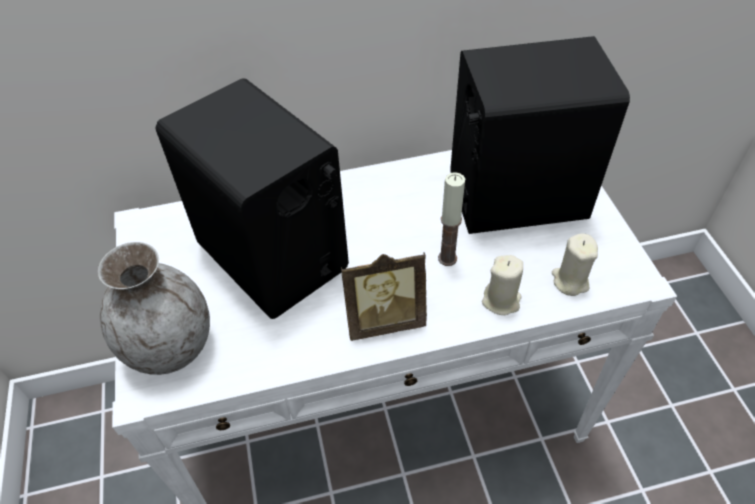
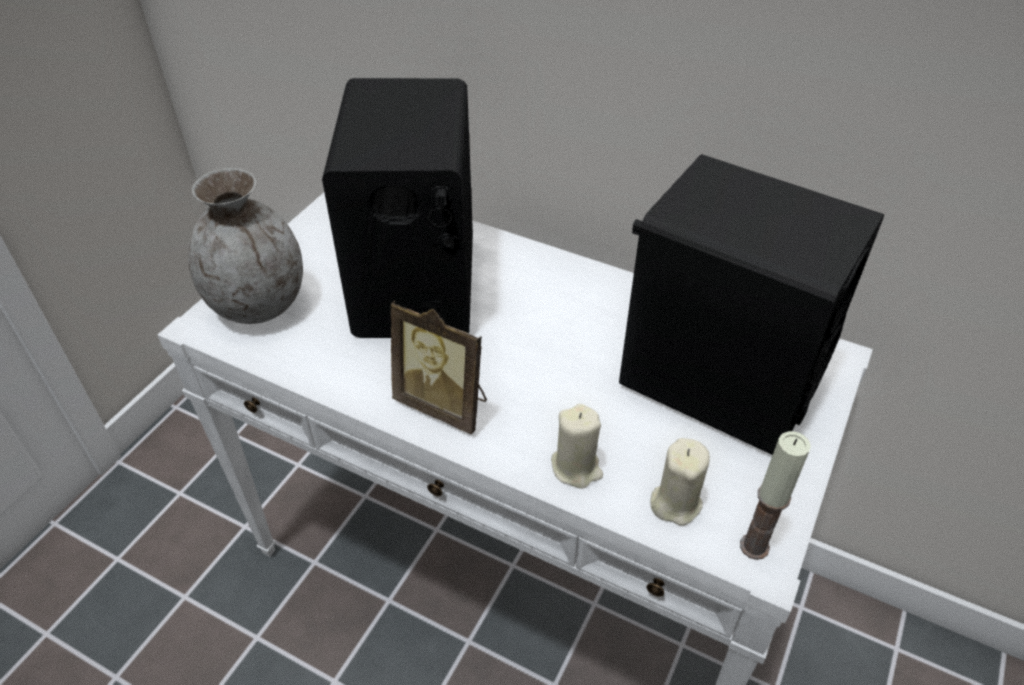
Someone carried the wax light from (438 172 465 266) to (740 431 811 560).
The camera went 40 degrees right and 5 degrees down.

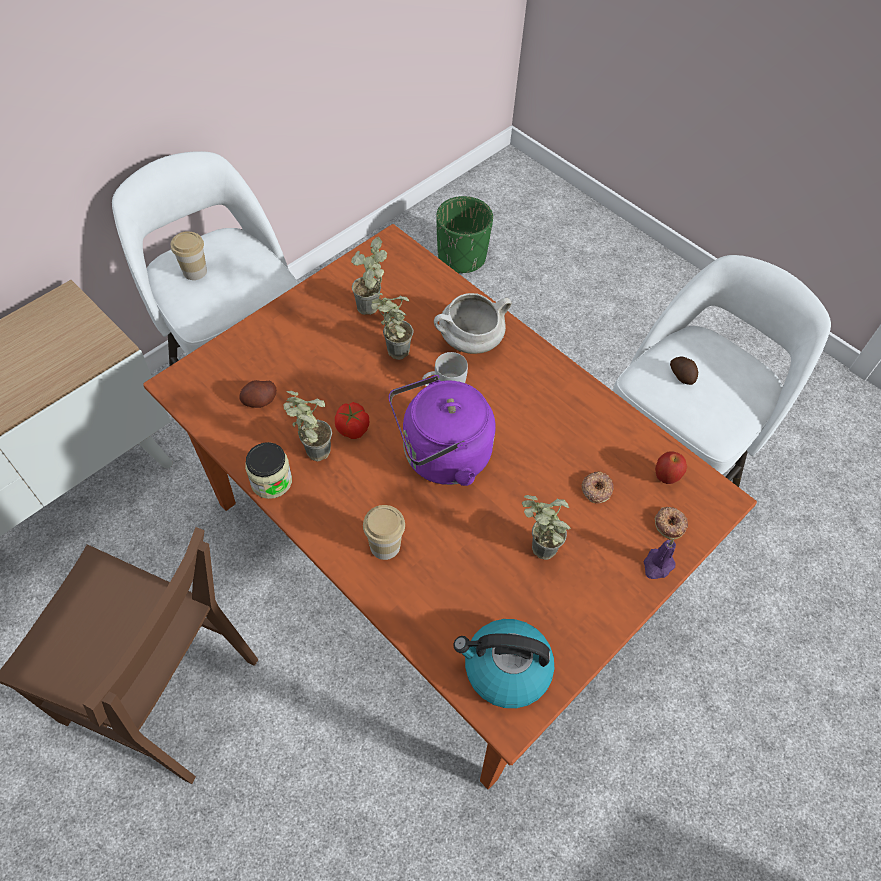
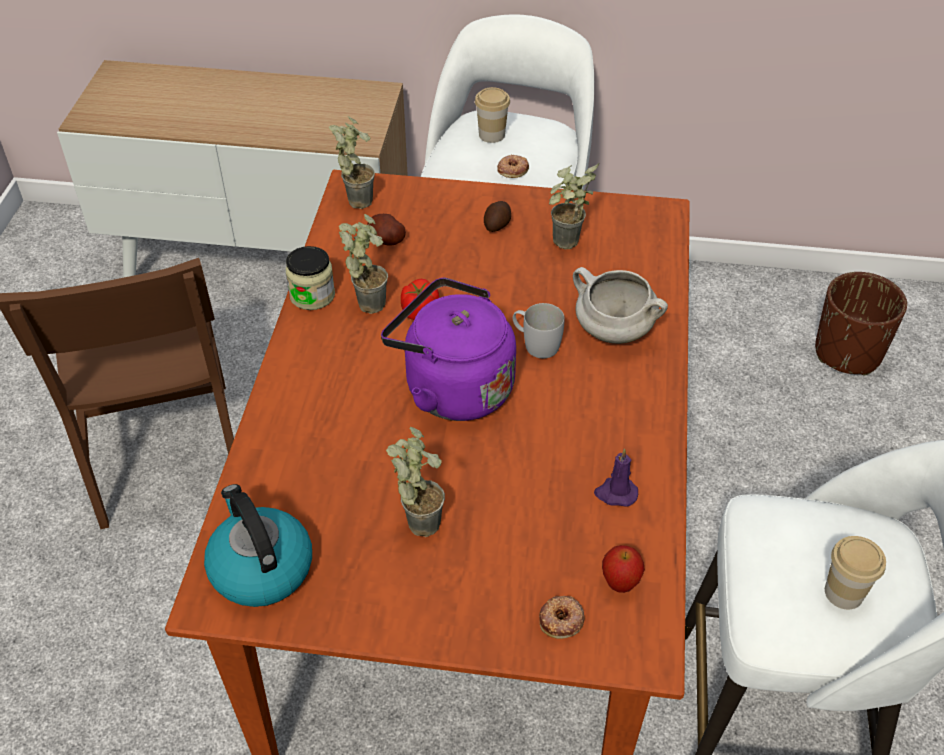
Someone carried the small cup from (363 505 405 560) to (825 536 886 609).
Someone carried the houseplant from (371 293 414 360) to (328 116 375 209).
Someone carried the ring doughnut from (582 471 614 503) to (497 154 529 178).
Someone carried the purplish wax light from (644 539 676 579) to (594 448 638 507).
Someone carried the spud from (670 356 698 385) to (484 201 511 232).
Someone repainted the green flower pot at (436 196 493 274), which became the brown flower pot at (815 272 907 376).
The camera went 55 degrees right and 10 degrees down.

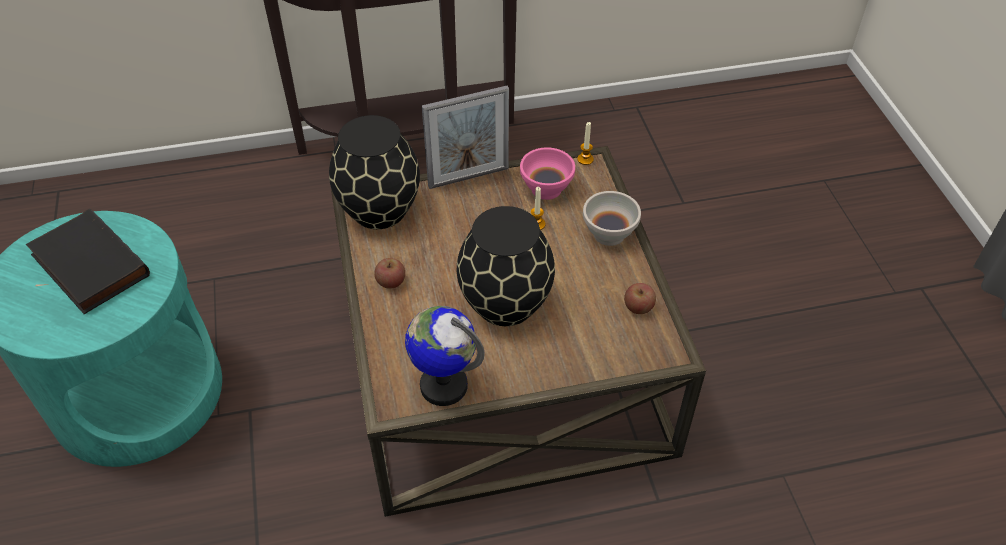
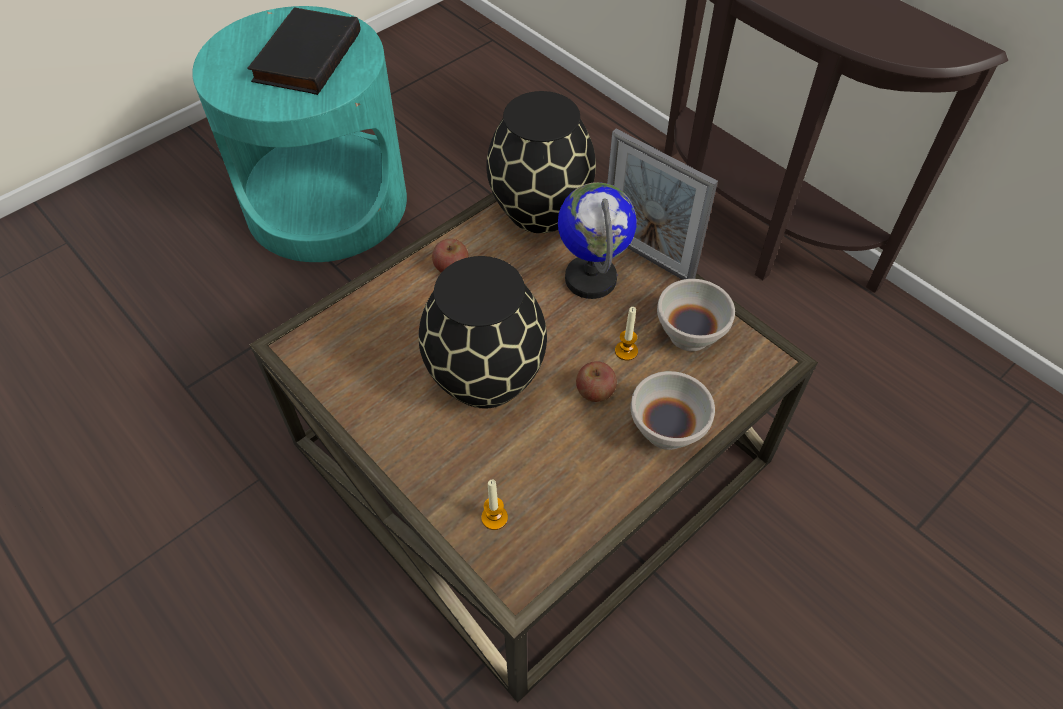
Someone carried the desk globe from (405 306 484 406) to (558 182 637 299).
Someone carried the wax light from (577 122 594 165) to (481 480 508 530).
Someone carried the apple fruit from (624 283 656 314) to (576 361 617 402).
Someone repainted the pink deep dish at (520 147 575 200), which became the white deep dish at (657 279 735 351).
The camera went 60 degrees right and 5 degrees up.

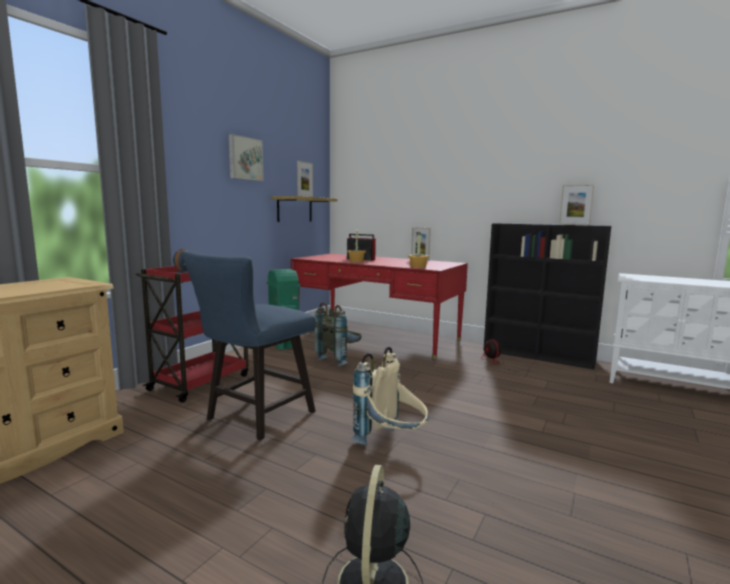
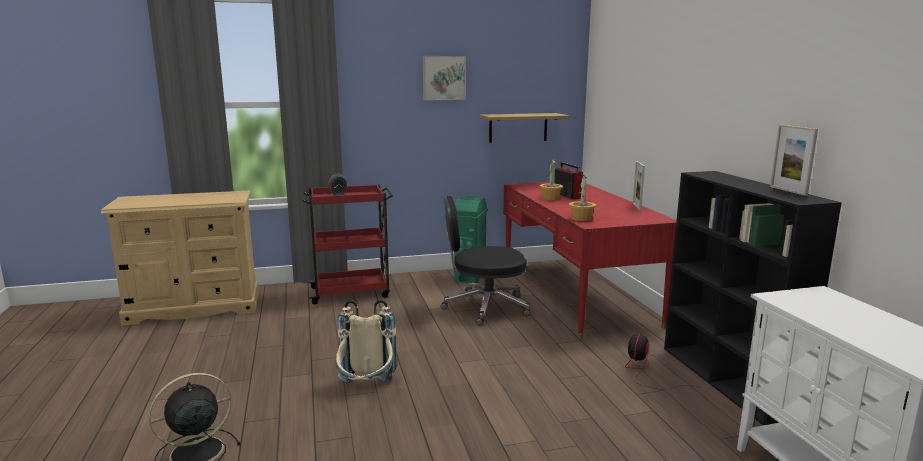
Someone took away the bluish plain chair at (182 251 316 440).
Someone took away the standing frame at (297 161 313 197).
Someone swapped the gray backpack at (315 302 362 367) for the black computer chair at (440 196 531 326).
The camera went 45 degrees right and 5 degrees up.

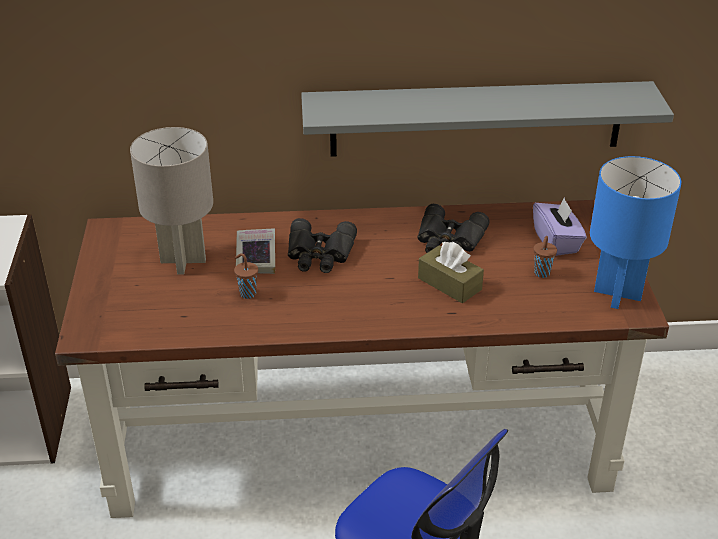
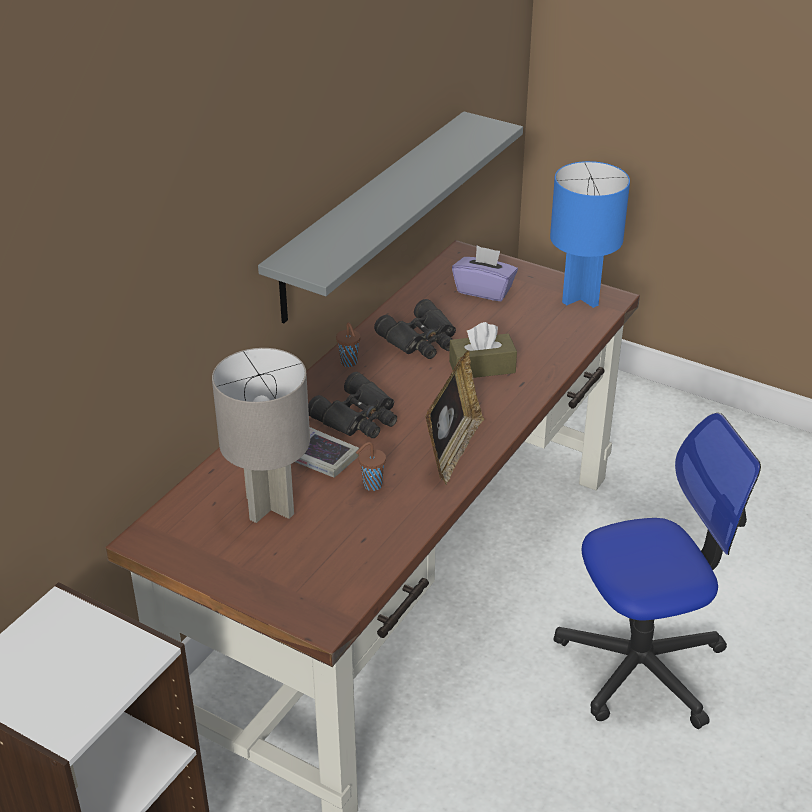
Someone put down the standing frame at (425 351 484 485).
Someone carried the brown small cup from (533 236 557 278) to (336 322 361 367).
The camera went 55 degrees left and 0 degrees up.

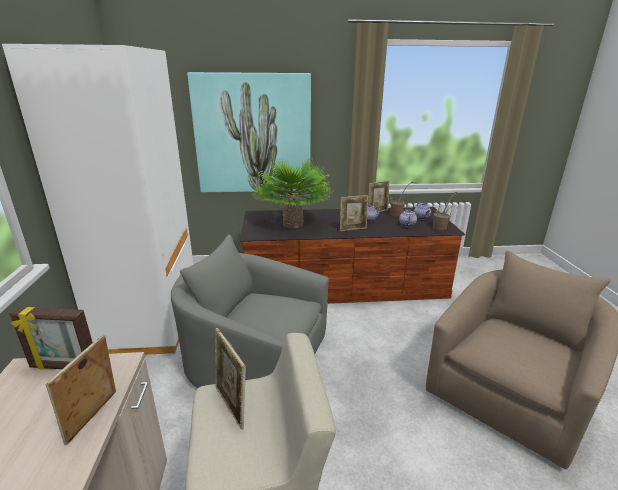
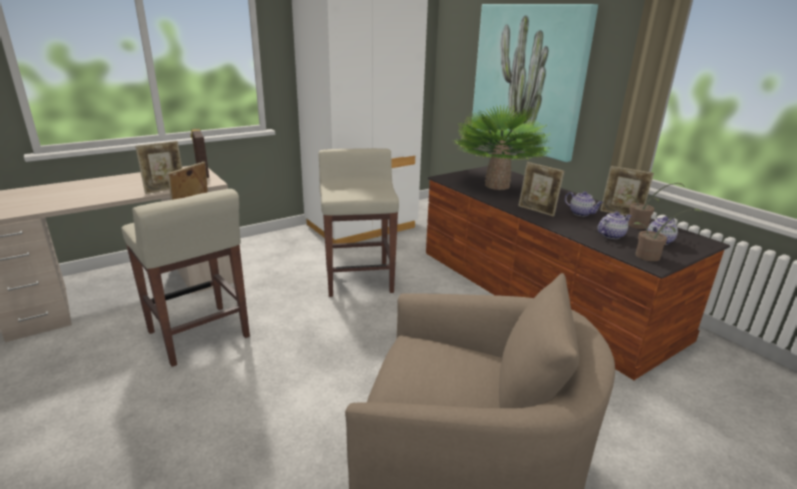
Someone swapped the gray lounge chair at (171 234 329 388) for the sand-coloured stool seat at (318 148 399 297).
Someone rotated the standing frame at (45 335 116 445) by 150 degrees clockwise.
The camera went 60 degrees right and 0 degrees up.

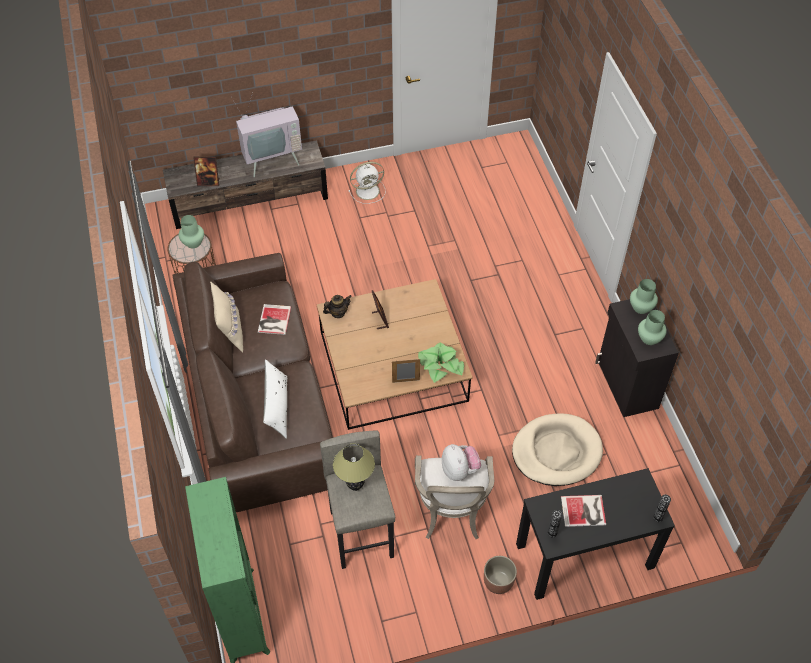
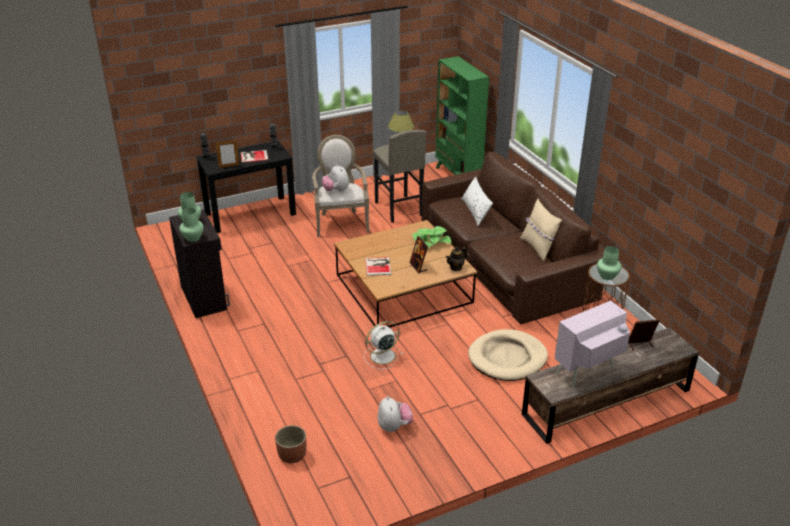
Someone put down the plush toy at (378 396 413 432).
Someone carried the bound book from (258 304 291 335) to (365 257 391 276).
Someone carried the white cooling fan from (349 162 386 204) to (364 321 403 370).
Someone carried the standing frame from (392 359 420 383) to (216 140 239 168).
Someone carried the houseplant from (418 342 464 383) to (412 226 451 248).
Someone carried the flower pot from (484 556 517 594) to (275 425 306 463).
Someone carried the sand-coloured dog bed from (512 413 603 486) to (468 329 548 381).
The camera went 170 degrees right and 20 degrees down.

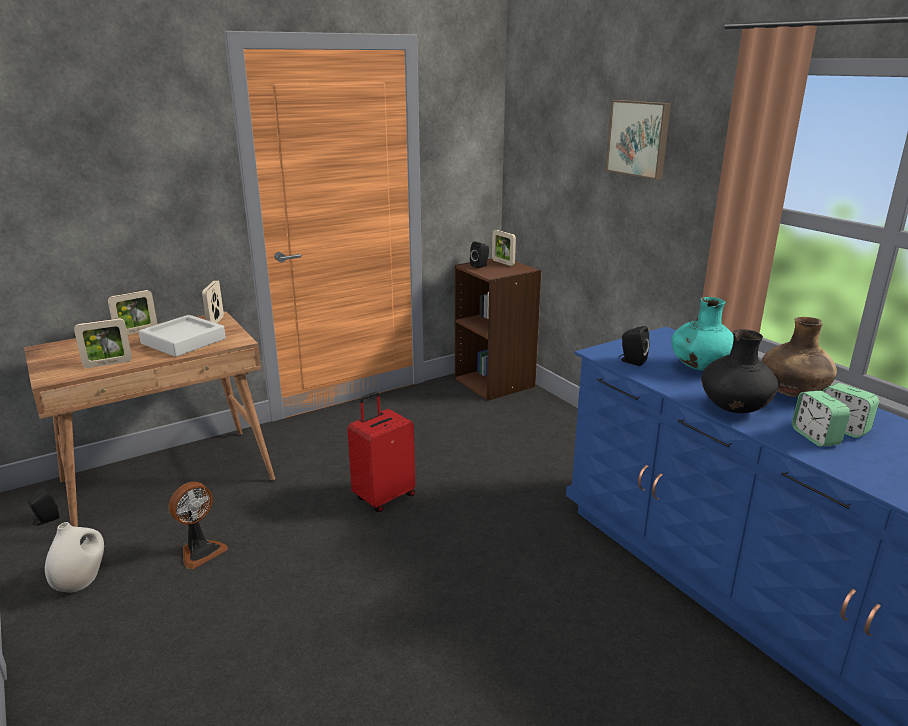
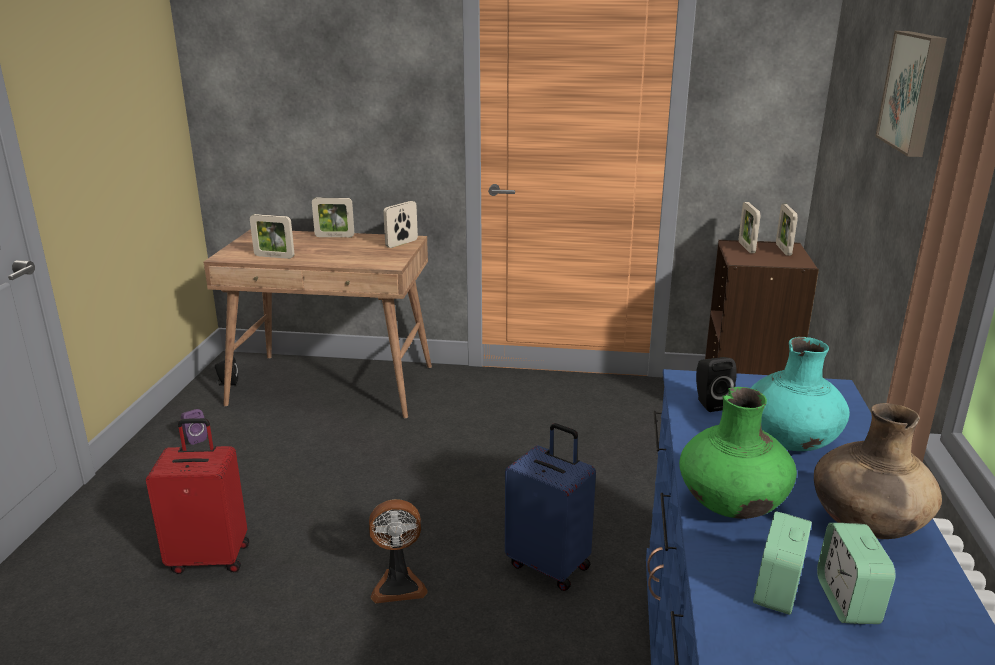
Someone took away the gray serving tray at (138 315 226 357).
Someone put down the bluish suitcase at (505 423 596 591).
Someone carried the cooling fan from (169 482 228 569) to (369 499 428 603).
Someone carried the red suitcase from (347 391 415 512) to (146 418 249 574).
Someone swapped the white flower vase at (45 522 104 592) for the purplish audio speaker at (181 409 207 445).
Someone swapped the black audio speaker at (470 241 489 268) for the standing frame at (739 202 761 253).
Someone repainted the black flower vase at (701 329 778 413), which became the green flower vase at (679 387 797 519).
The camera went 40 degrees right and 0 degrees up.

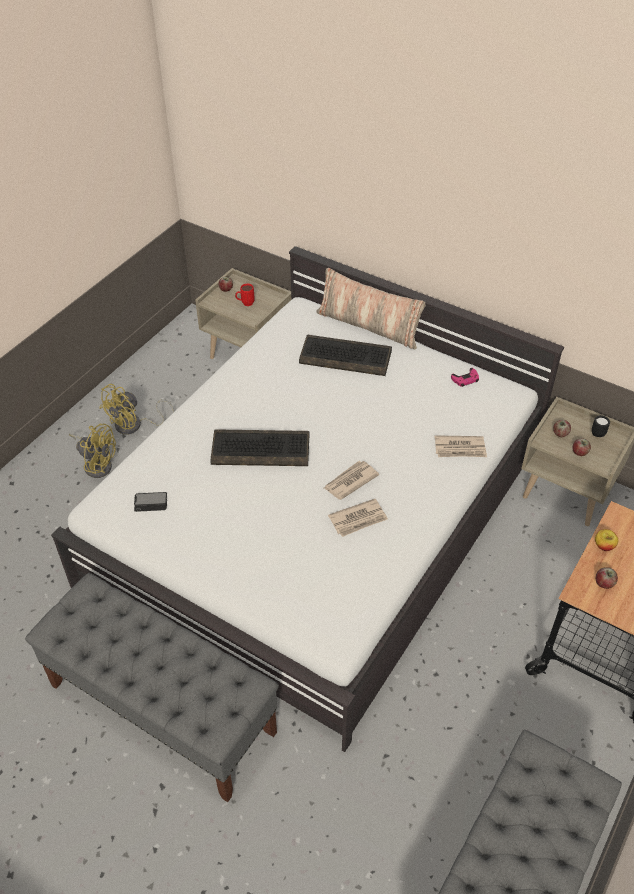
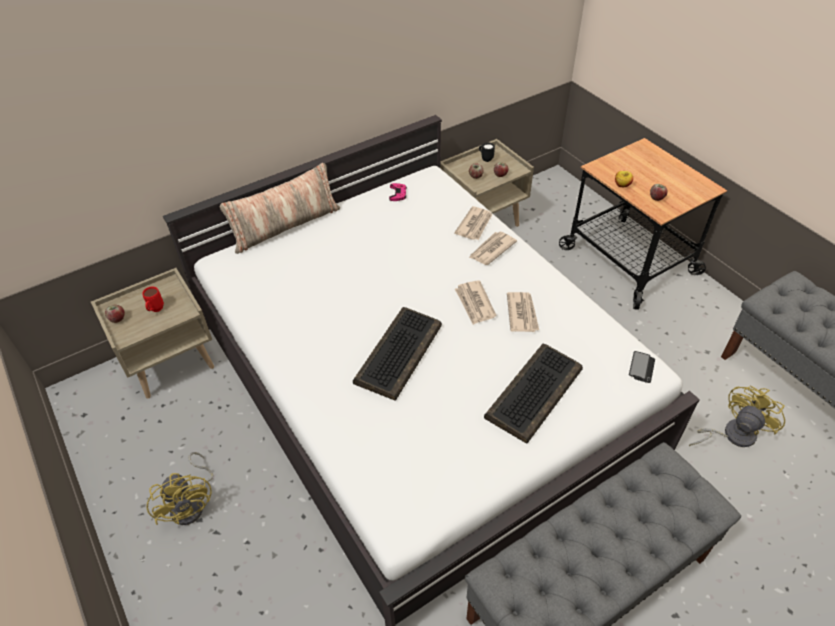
Someone put down the daily paper at (469 232 517 265).
Someone carried the yellow cooling fan from (69 424 116 478) to (689 386 785 447).
Someone carried the handset from (134 492 167 512) to (629 351 655 383).
Someone carried the computer keyboard from (299 335 392 376) to (484 344 583 444).
The camera went 65 degrees left and 0 degrees up.

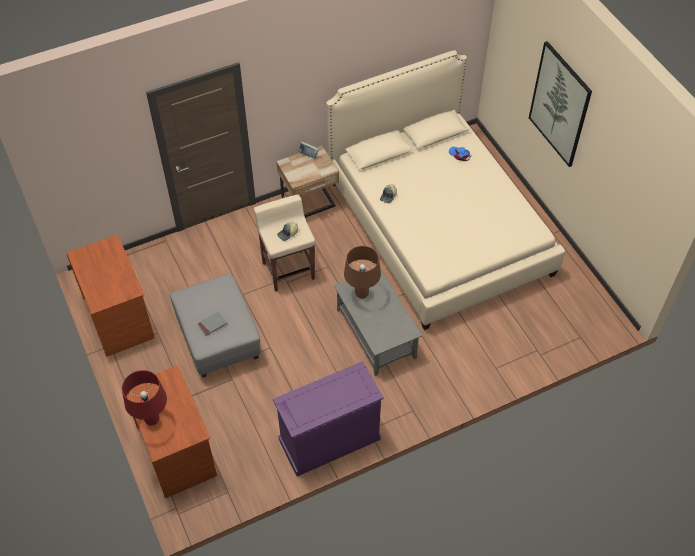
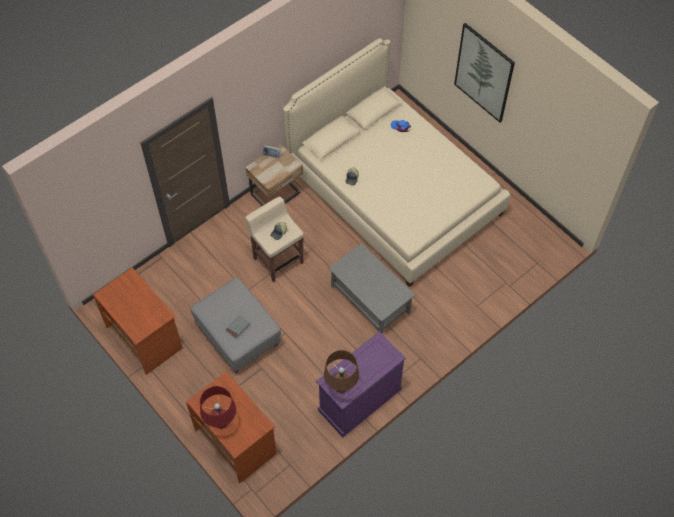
Someone carried the brown table lamp from (344 246 381 299) to (324 350 359 393).
The camera went 15 degrees left and 5 degrees up.

